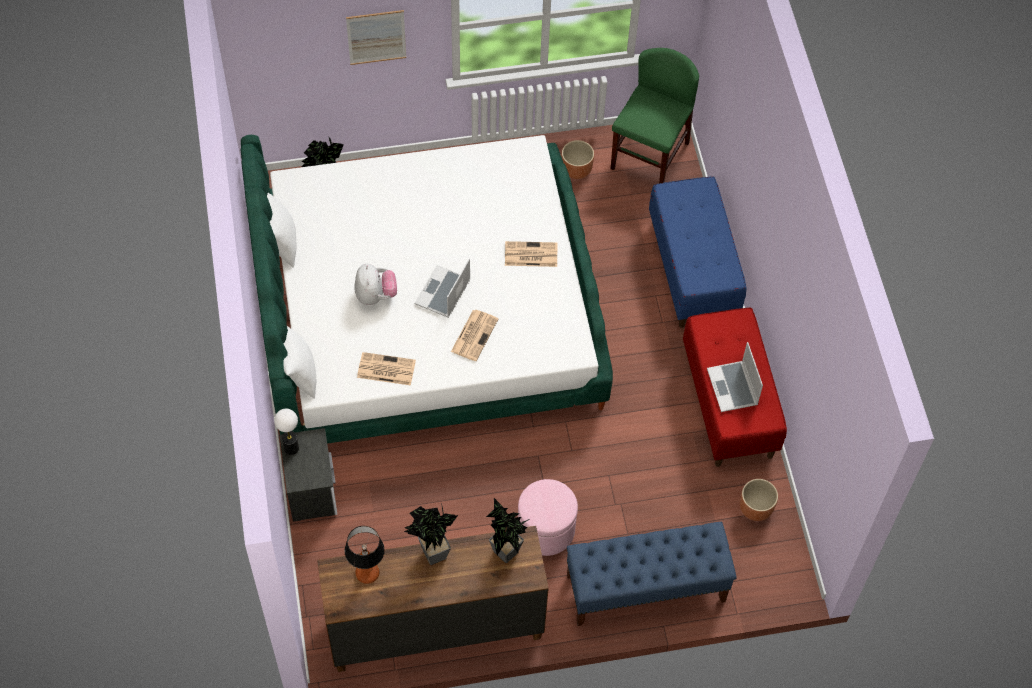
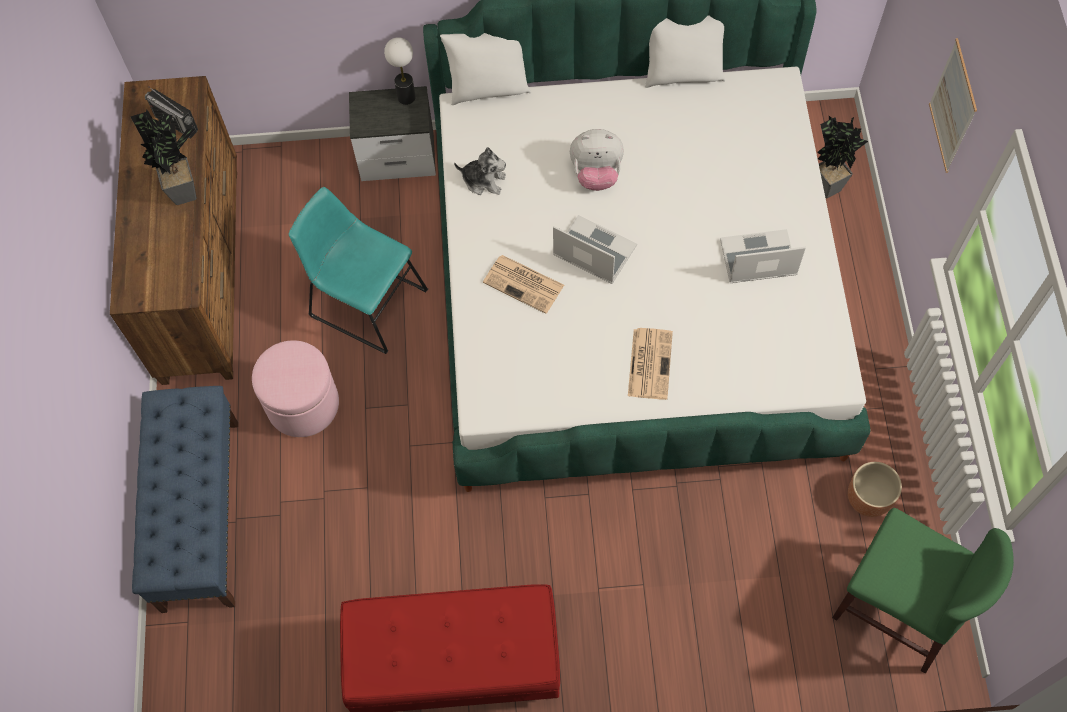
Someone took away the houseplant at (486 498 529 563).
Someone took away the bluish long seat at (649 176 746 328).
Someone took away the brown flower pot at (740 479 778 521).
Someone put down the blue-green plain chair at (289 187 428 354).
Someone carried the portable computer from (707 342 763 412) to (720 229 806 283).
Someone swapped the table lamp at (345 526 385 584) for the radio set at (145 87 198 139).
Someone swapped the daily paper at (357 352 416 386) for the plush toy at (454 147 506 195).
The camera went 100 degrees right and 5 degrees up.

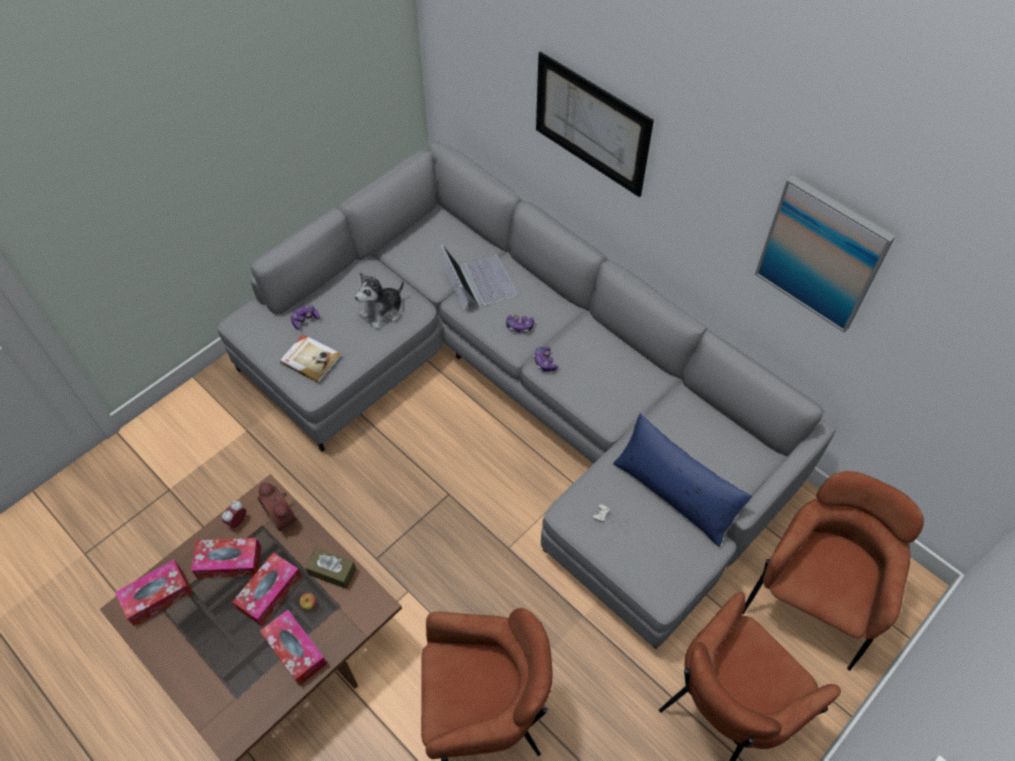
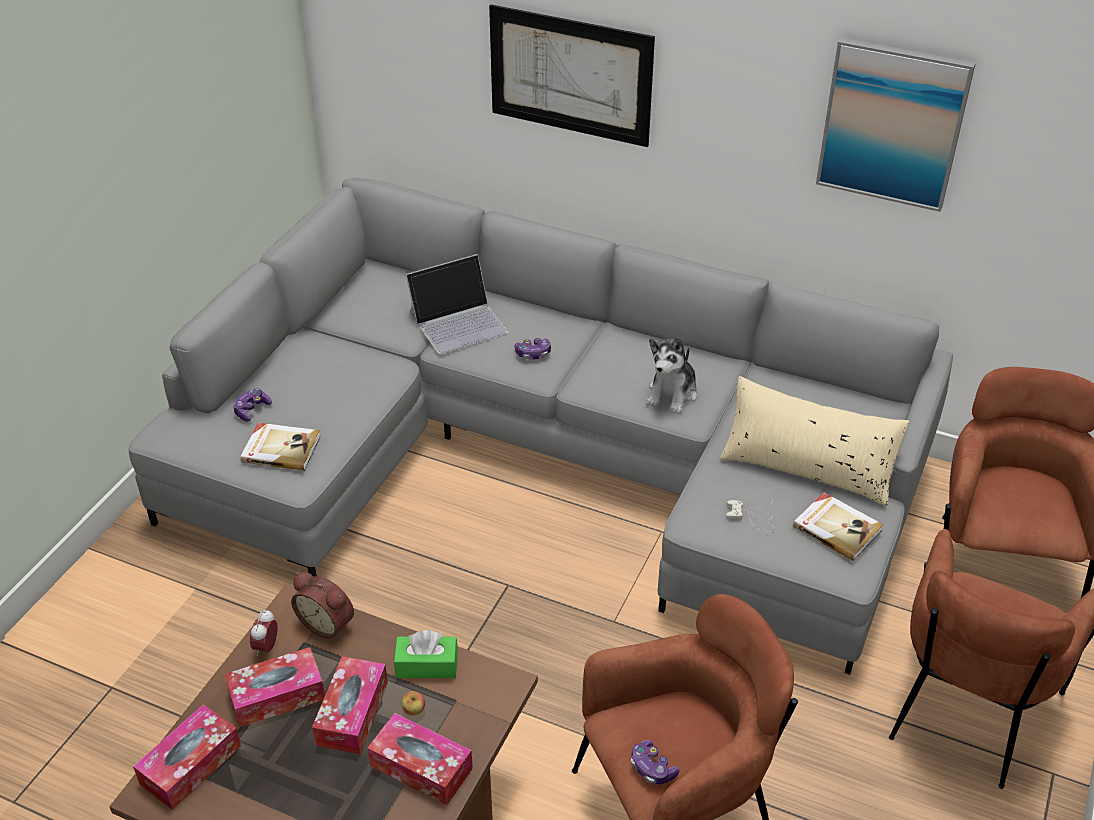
Someone put down the bound book at (793 492 883 561).
Someone carried the plush toy from (355 272 404 329) to (646 337 698 414).
Someone carried the joypad from (533 347 558 372) to (631 740 679 784).
Someone repainted the brown box of tissues at (305 548 356 589), which became the green box of tissues at (394 630 458 678).
Someone repainted the bluish throw pillow at (613 413 752 547), which became the sand-coloured throw pillow at (720 376 909 506).
Someone rotated the portable computer at (441 244 517 312) by 105 degrees clockwise.
The camera went 20 degrees left and 15 degrees down.

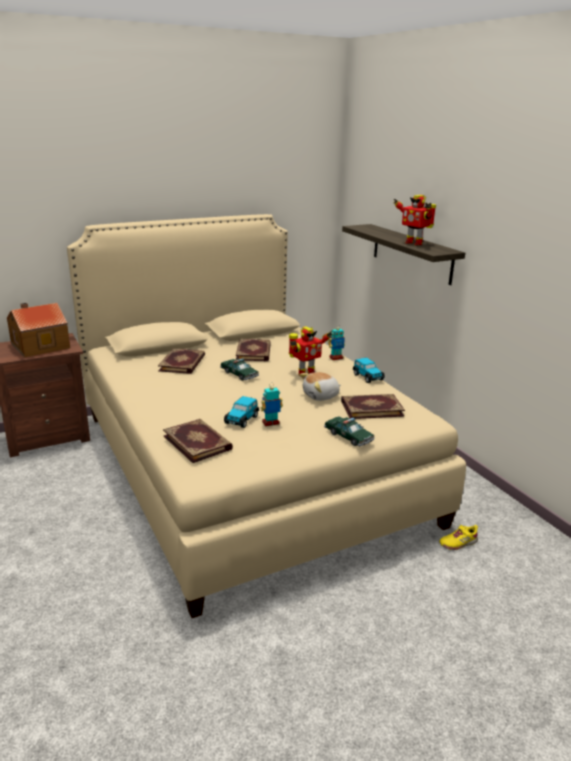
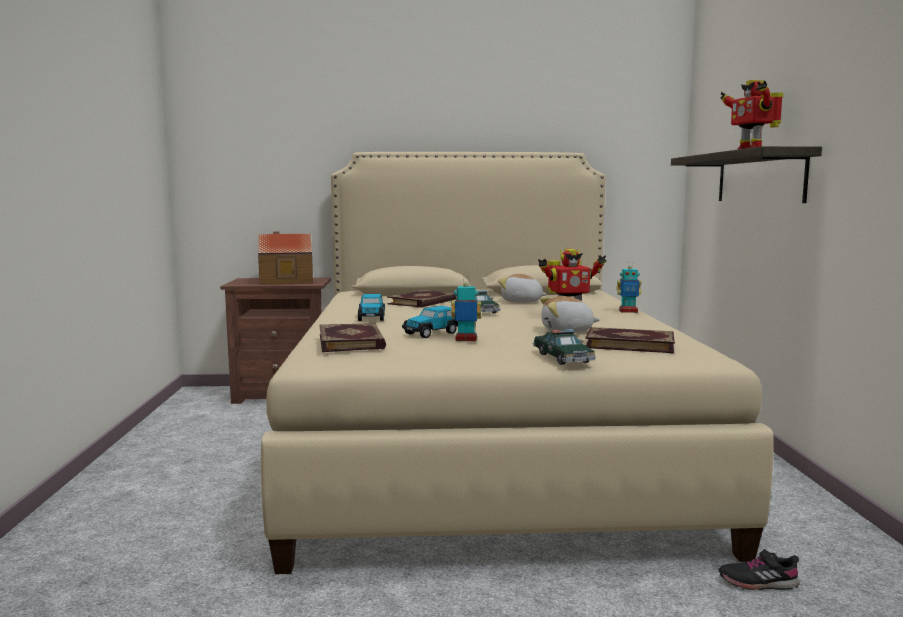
Someone carried the model car from (352 357 385 383) to (358 294 385 321).
Someone swapped the bound book at (236 339 271 361) for the plush toy at (498 274 547 303).
Someone repainted the yellow shoe at (439 525 478 550), which became the black shoe at (719 549 799 590).
The camera went 25 degrees right and 15 degrees down.

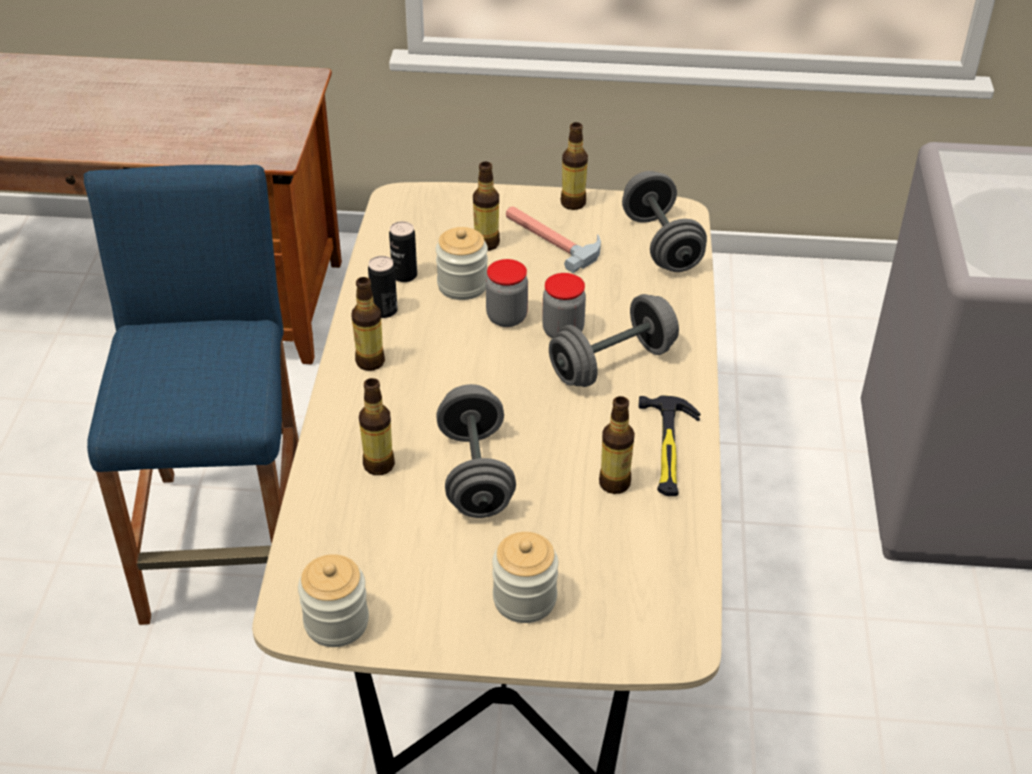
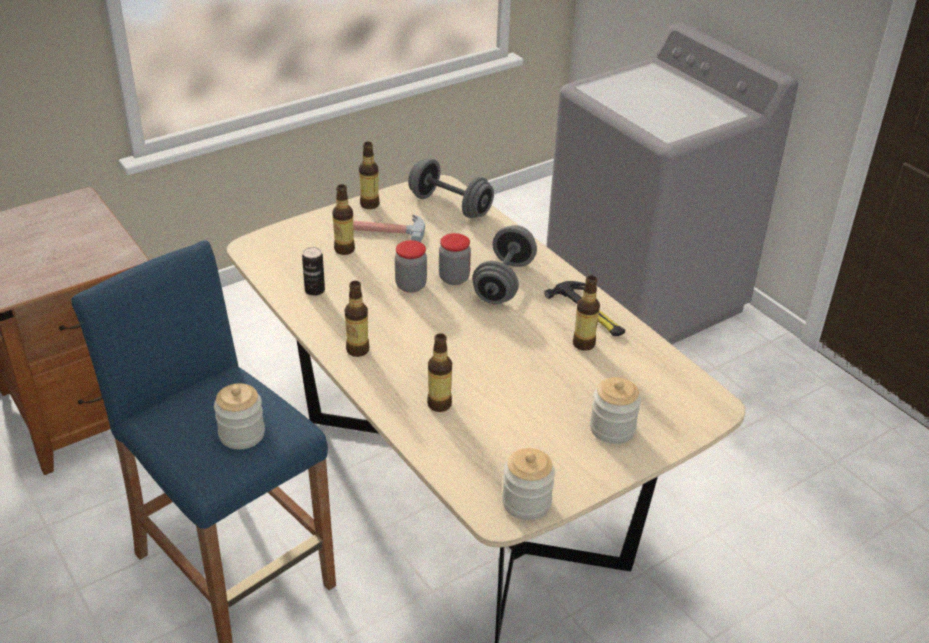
Someone took away the metal can at (368 256 398 318).
Someone took away the gray free weight at (436 384 516 518).
Someone carried the storage jar from (436 227 488 300) to (214 383 265 449).
The camera went 40 degrees left and 5 degrees down.

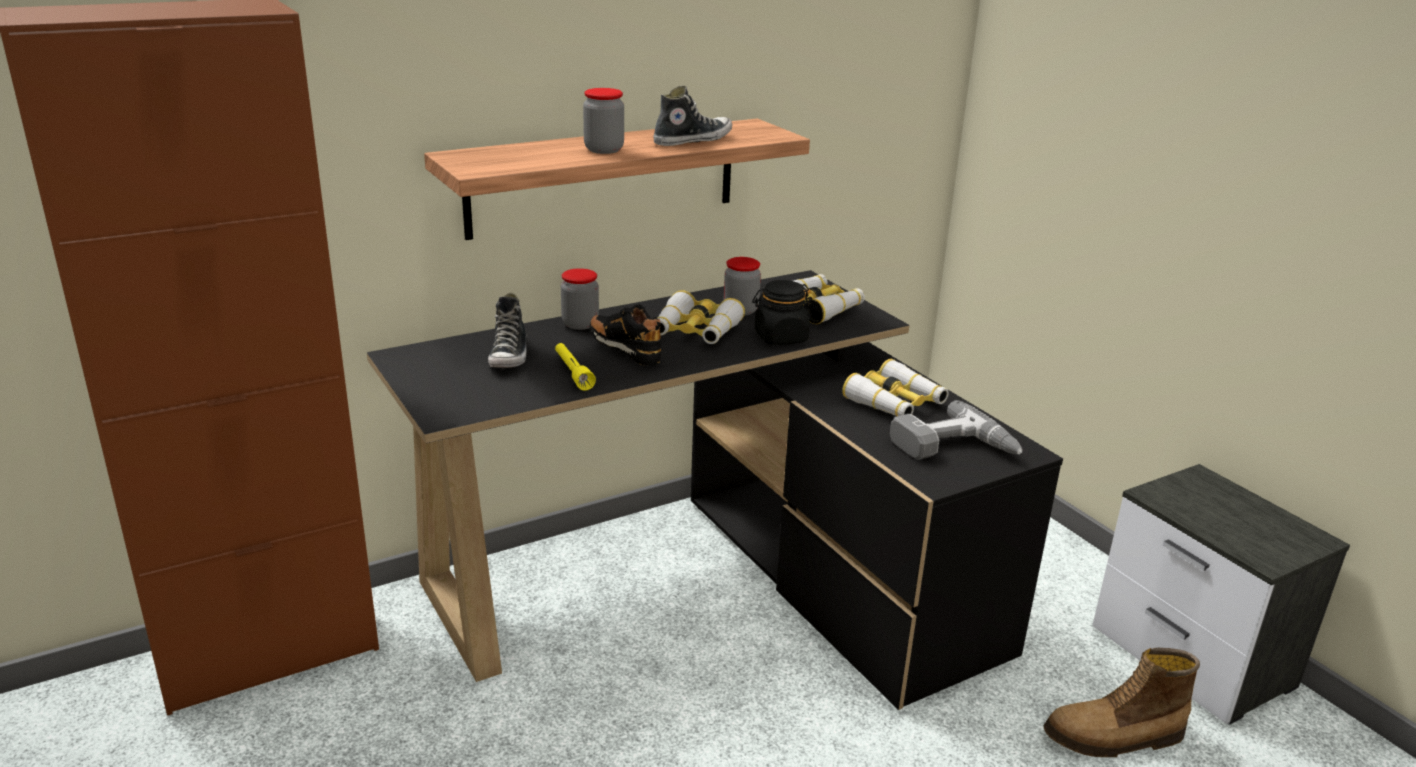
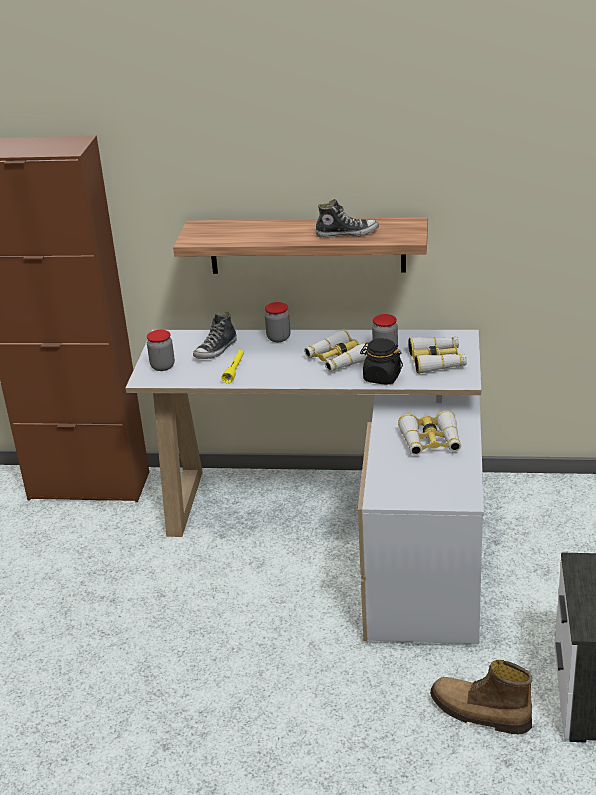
Someone took away the black shoe at (590 304 661 365).
Someone took away the power drill at (890 400 1022 460).
Someone carried the storage jar from (583 88 624 154) to (147 330 175 371).
Someone repainted the black desk at (367 270 1063 710), which became the white desk at (125 330 484 644).
The camera went 40 degrees right and 5 degrees up.

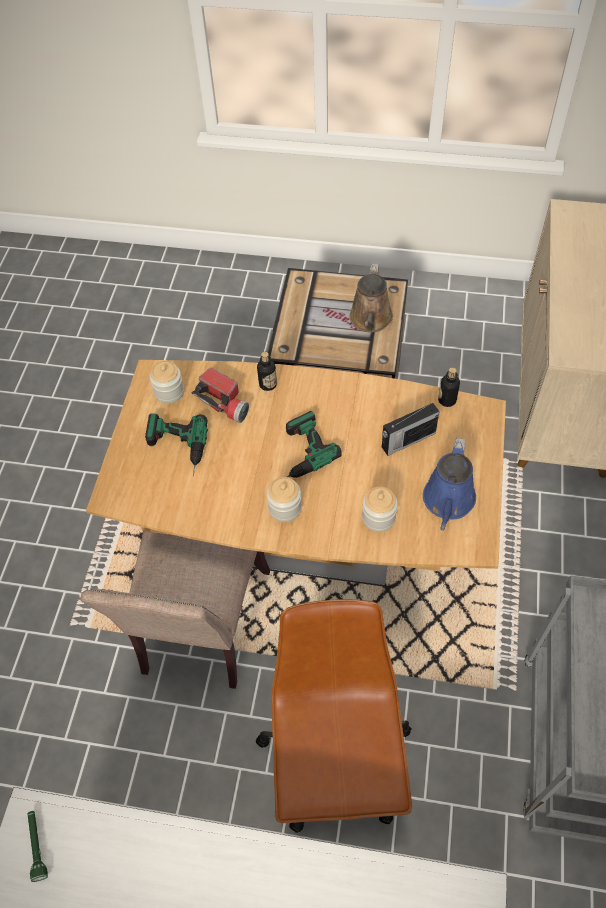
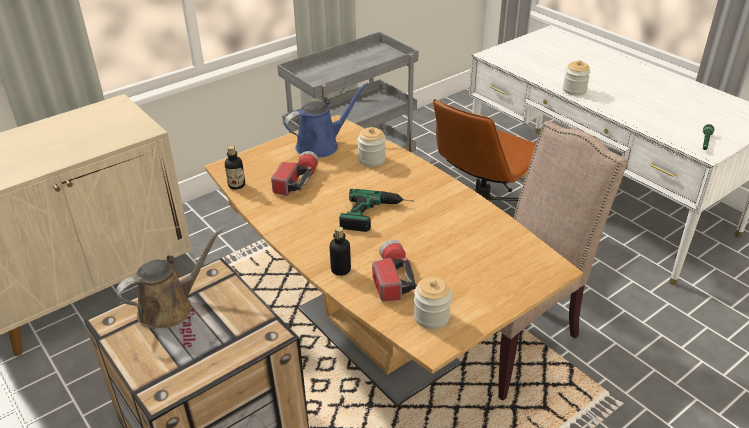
Someone took away the power drill at (145 414 208 476).
Someone carried the storage jar from (267 477 302 522) to (563 60 590 95).
Someone swapped the radio set at (382 403 440 456) for the hand torch at (271 151 319 196).
The camera went 140 degrees left and 20 degrees down.

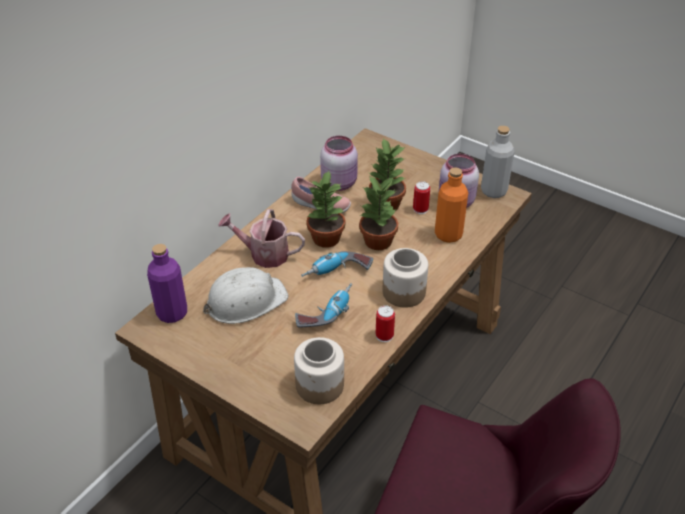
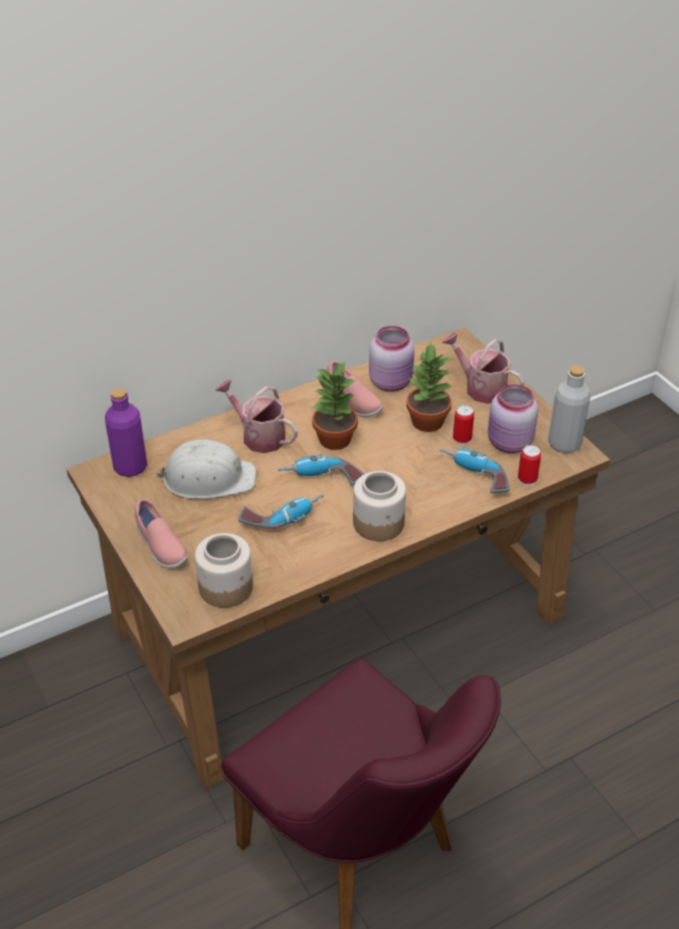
Someone took away the houseplant at (359 177 398 250).
Someone put down the pink shoe at (135 498 188 568).
Someone put down the sprinkling can at (442 332 524 404).
Someone carried the metal can from (376 305 395 342) to (518 445 541 486).
Someone swapped the orangey drink bottle at (435 167 468 243) for the power drill at (439 448 510 493).
The camera went 25 degrees right and 0 degrees up.

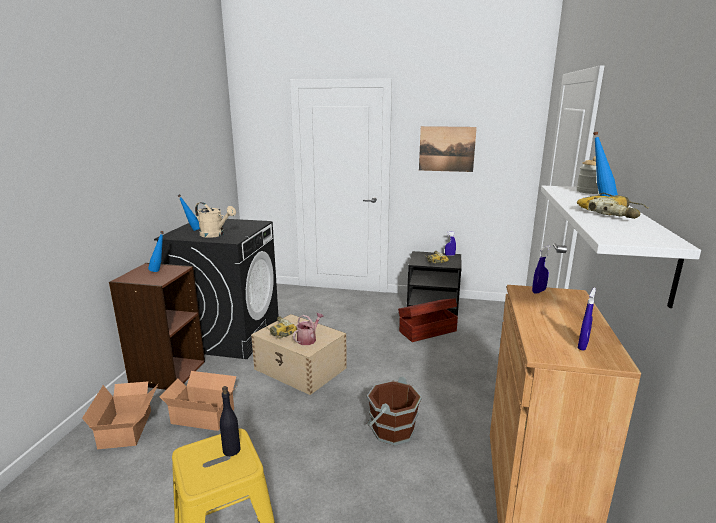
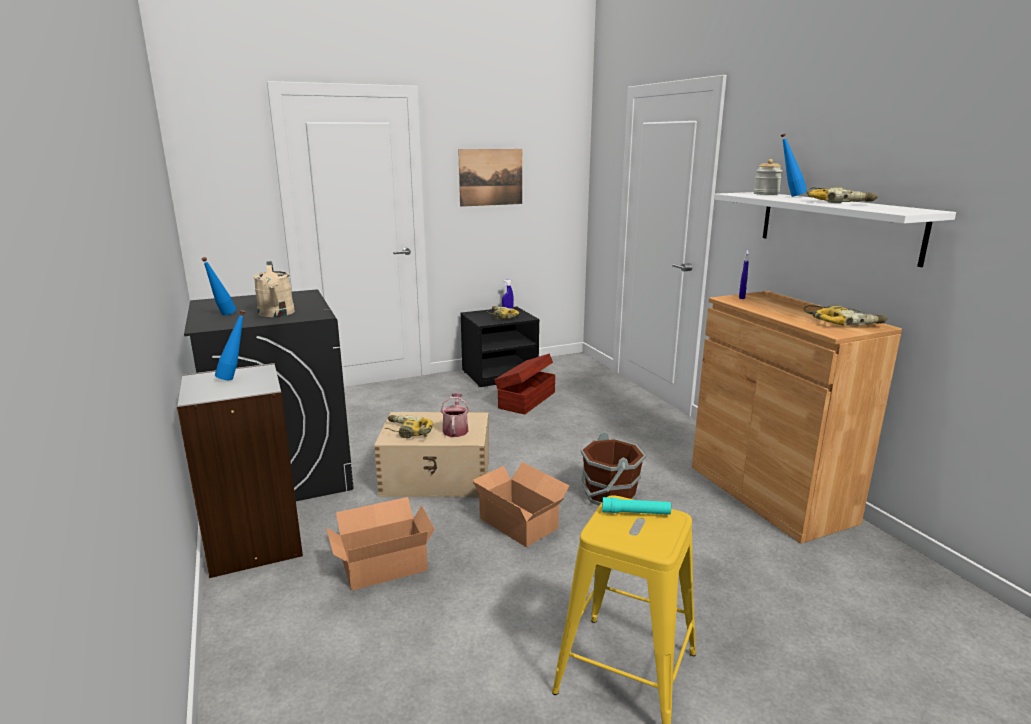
Someone carried the packing box from (82 381 159 449) to (472 462 569 547).
Someone swapped the black drink bottle at (220 386 240 456) for the blue-green hand torch at (602 497 671 514).
Someone swapped the bluish hand sprayer at (578 288 596 351) for the power drill at (803 305 888 326).
Someone repainted the brown shelving unit at (109 263 205 390), which became the gray shelving unit at (177 363 303 578).
Someone rotated the sand-coloured sprinkling can at (195 202 236 238) by 75 degrees clockwise.
The camera went 35 degrees left and 0 degrees up.

